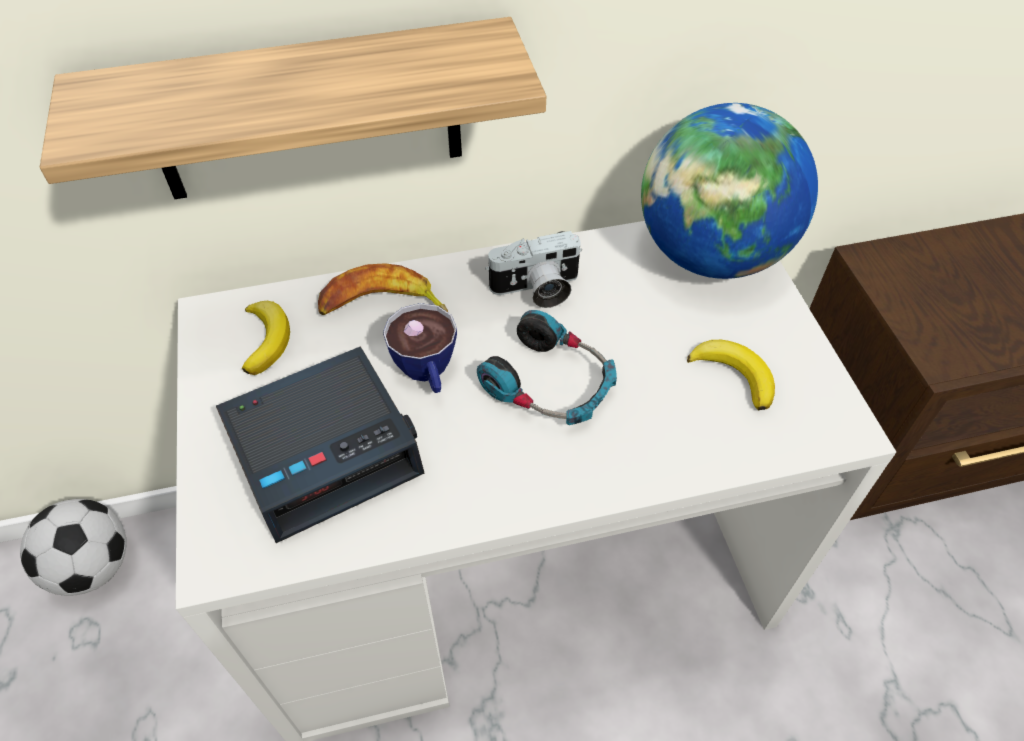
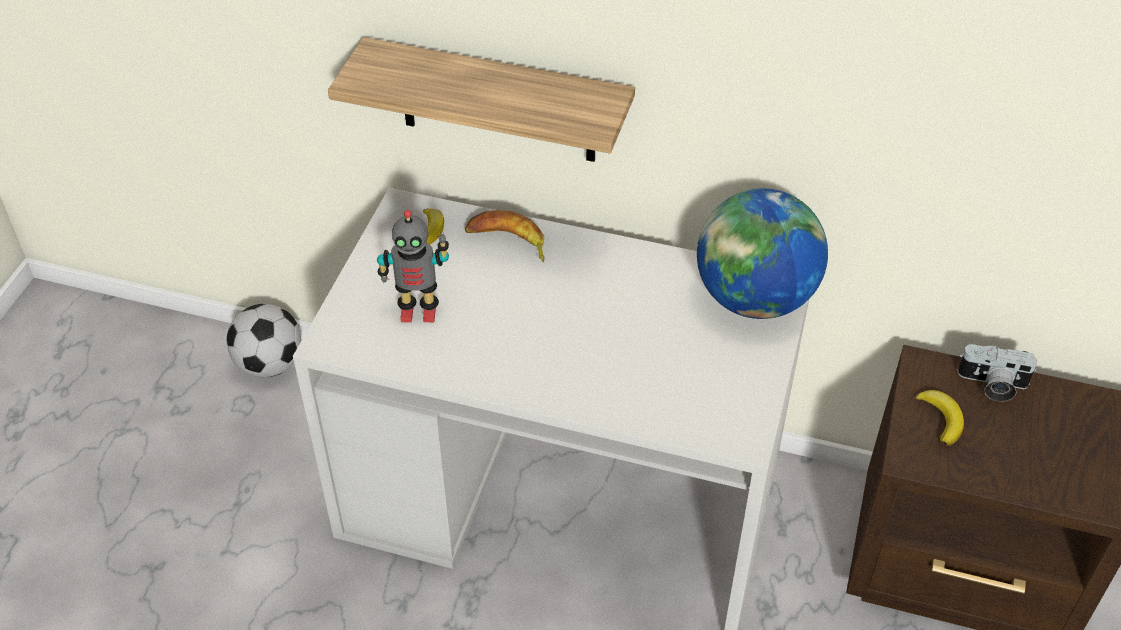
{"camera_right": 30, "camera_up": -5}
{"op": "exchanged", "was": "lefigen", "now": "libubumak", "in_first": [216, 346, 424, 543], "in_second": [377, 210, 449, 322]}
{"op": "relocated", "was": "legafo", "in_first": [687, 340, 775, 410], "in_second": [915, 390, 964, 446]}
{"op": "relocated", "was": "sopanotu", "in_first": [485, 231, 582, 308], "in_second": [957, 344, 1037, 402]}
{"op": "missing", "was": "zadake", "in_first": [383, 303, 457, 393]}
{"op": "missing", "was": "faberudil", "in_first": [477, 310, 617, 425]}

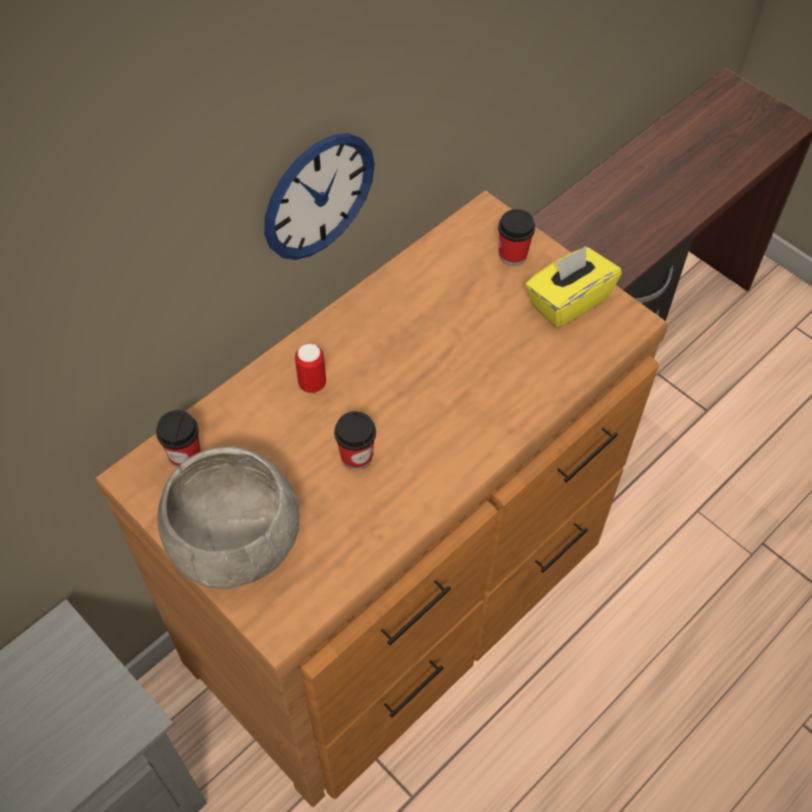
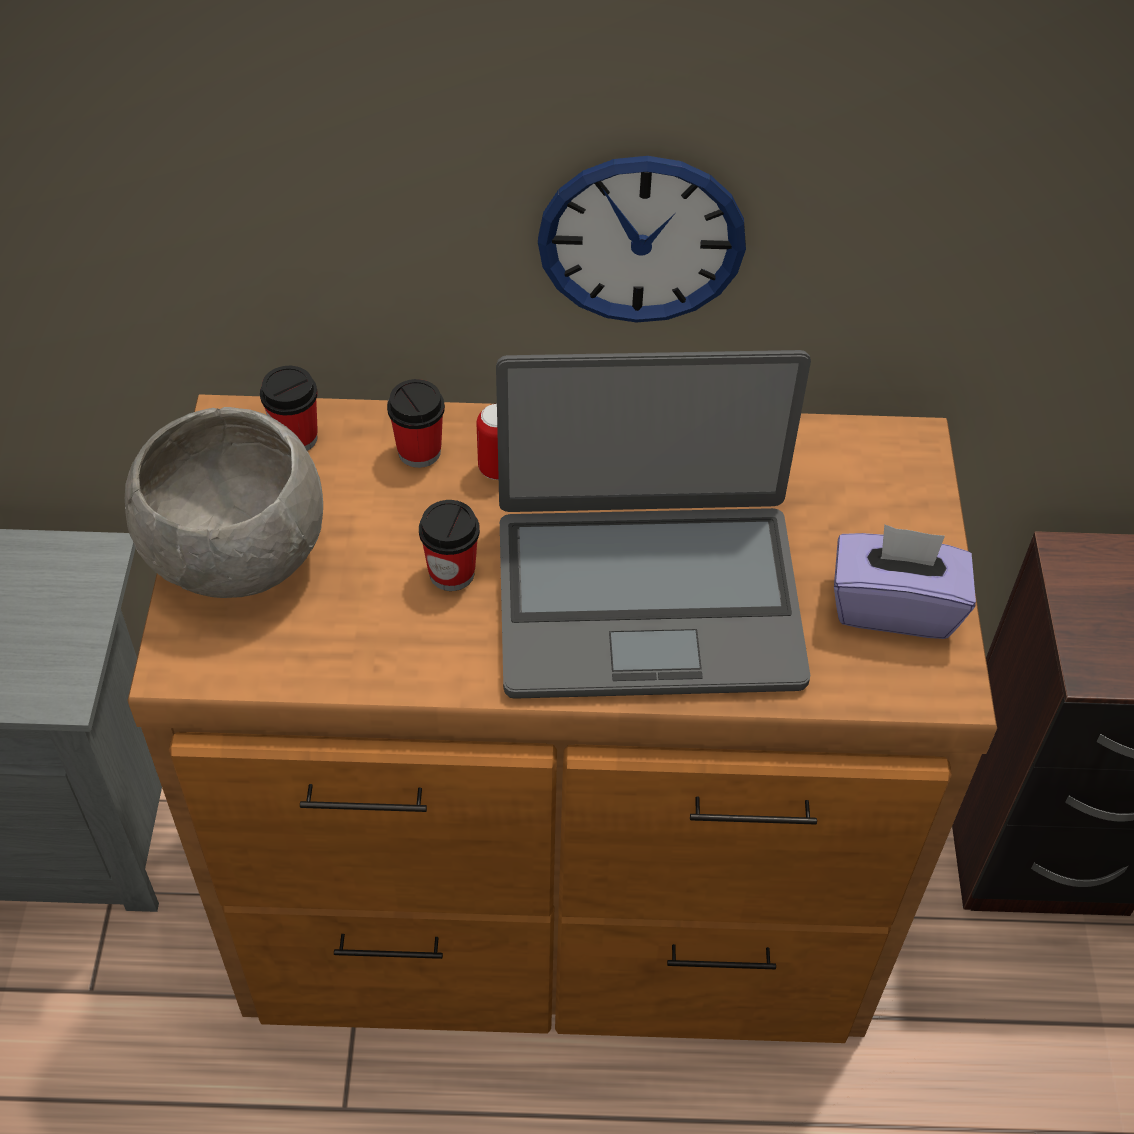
{"camera_right": 45, "camera_up": -5}
{"op": "relocated", "was": "zadake", "in_first": [498, 209, 535, 266], "in_second": [387, 379, 445, 468]}
{"op": "appeared", "now": "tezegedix", "in_second": [496, 350, 811, 699]}
{"op": "colour", "was": "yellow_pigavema", "now": "purple_pigavema", "in_first": [525, 246, 622, 328], "in_second": [834, 524, 976, 639]}

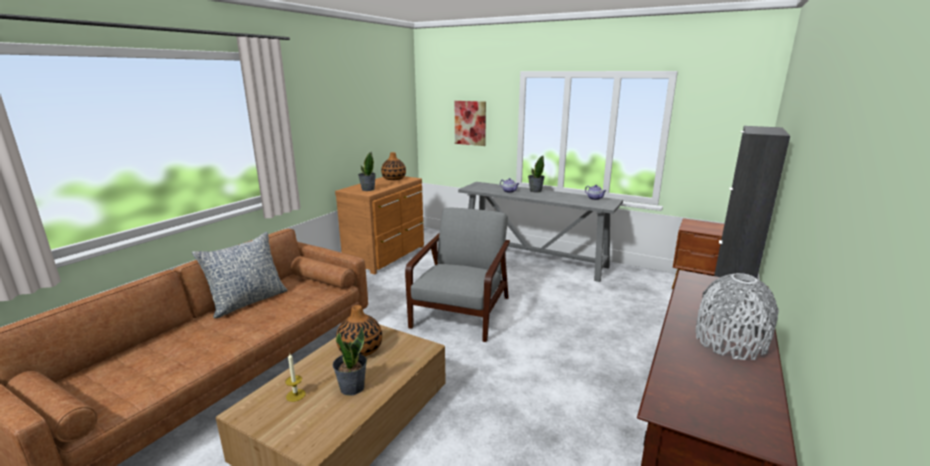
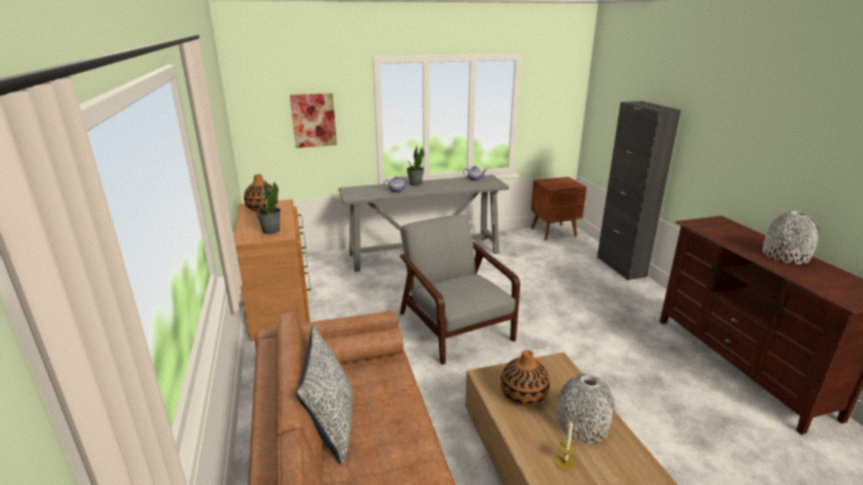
{"camera_right": -45, "camera_up": 5}
{"op": "exchanged", "was": "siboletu", "now": "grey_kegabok", "in_first": [333, 326, 367, 396], "in_second": [557, 374, 615, 443]}

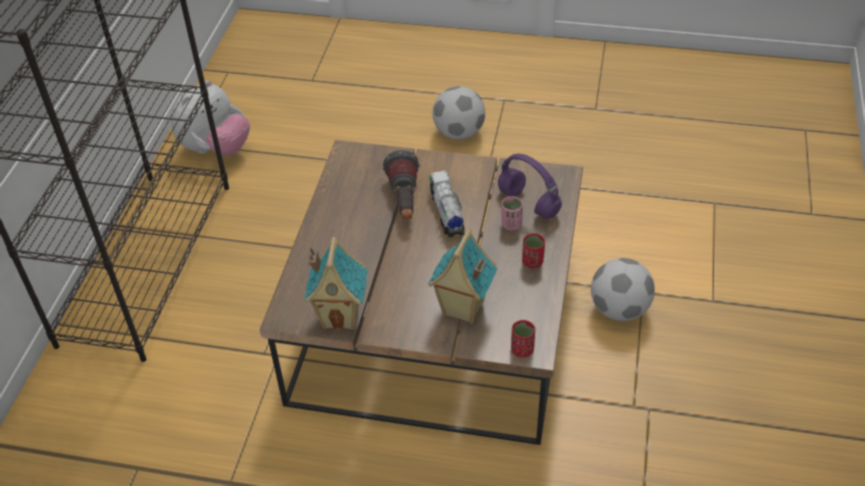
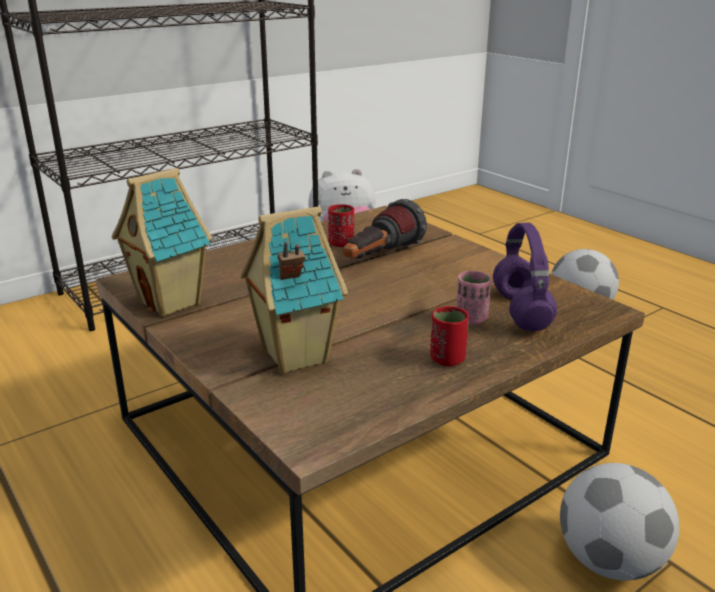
{"camera_right": 40, "camera_up": -20}
{"op": "relocated", "was": "red_zadake", "in_first": [511, 320, 535, 357], "in_second": [328, 204, 354, 247]}
{"op": "missing", "was": "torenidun", "in_first": [429, 171, 465, 237]}

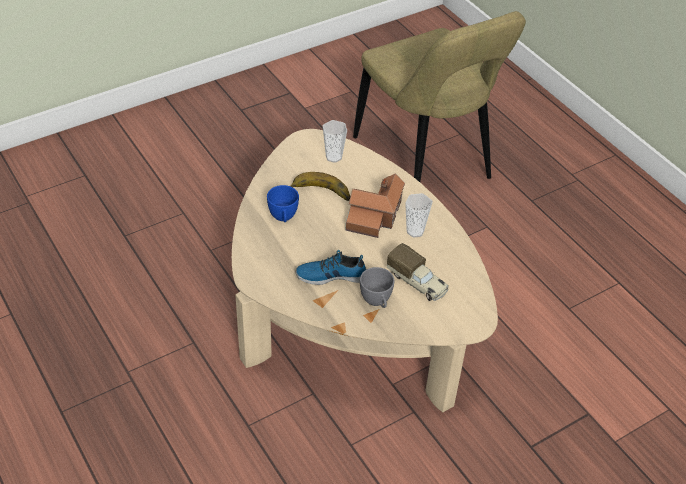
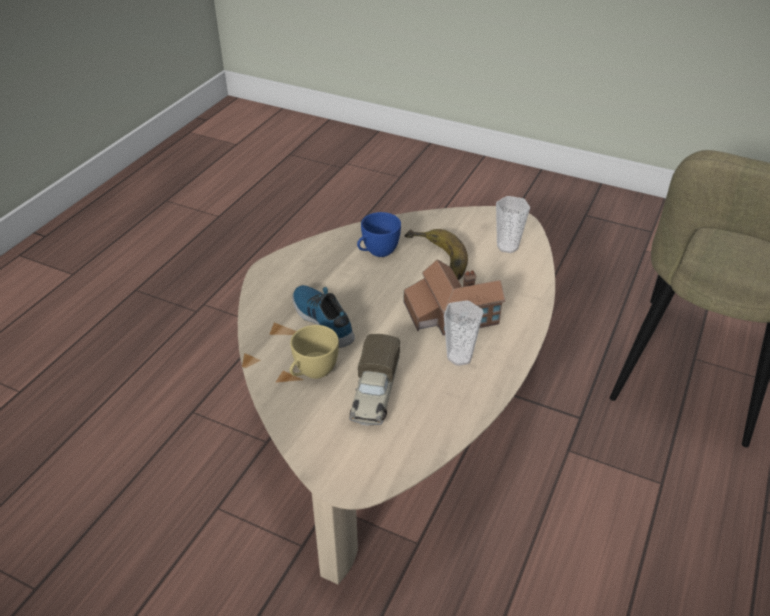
{"camera_right": 60, "camera_up": -5}
{"op": "colour", "was": "grey_zadake", "now": "yellow_zadake", "in_first": [360, 267, 395, 308], "in_second": [290, 325, 339, 379]}

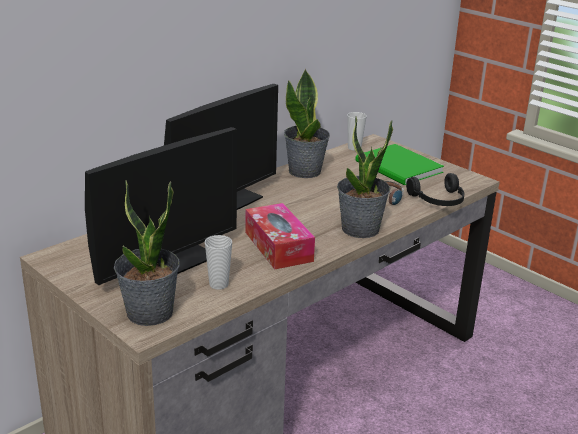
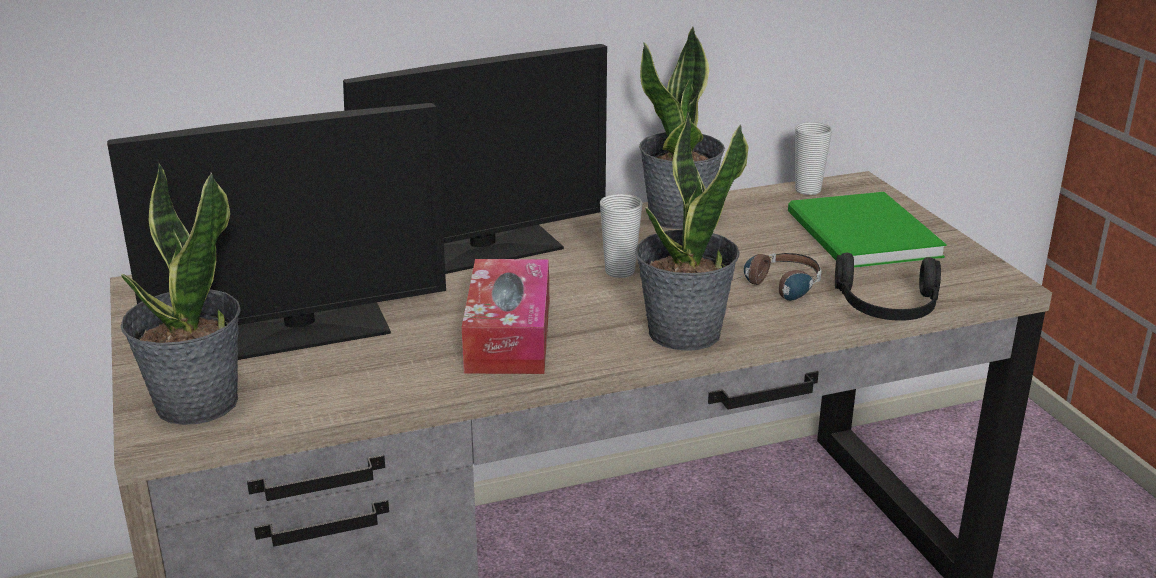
{"camera_right": 25, "camera_up": 0}
{"op": "relocated", "was": "zadake", "in_first": [205, 235, 232, 290], "in_second": [600, 194, 643, 278]}

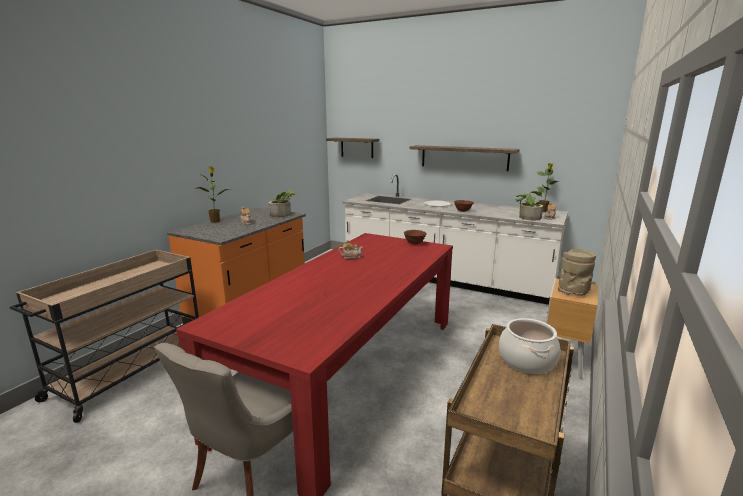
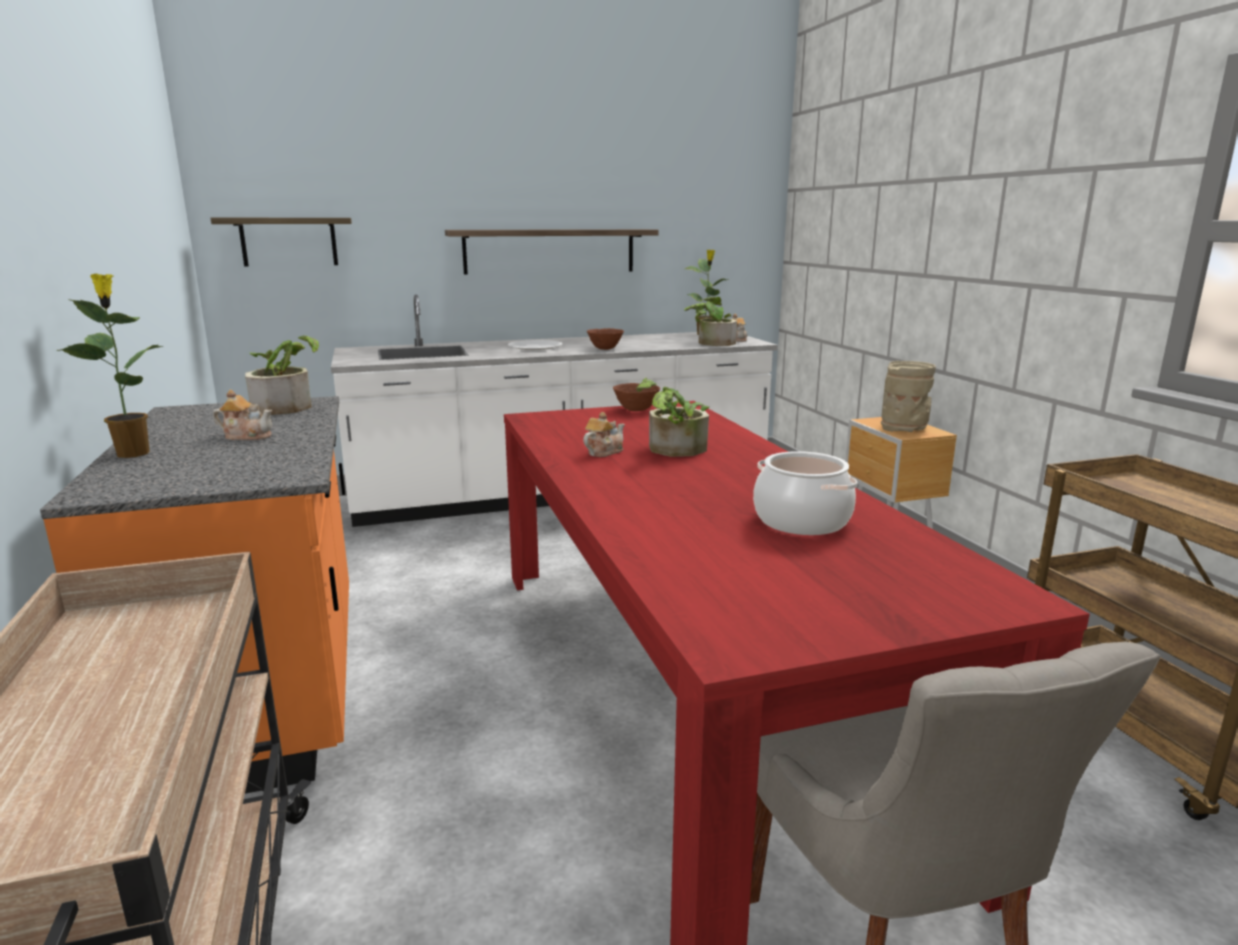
{"camera_right": -45, "camera_up": 0}
{"op": "appeared", "now": "siboletu", "in_second": [636, 378, 709, 457]}
{"op": "relocated", "was": "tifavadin", "in_first": [499, 318, 560, 374], "in_second": [753, 451, 858, 535]}

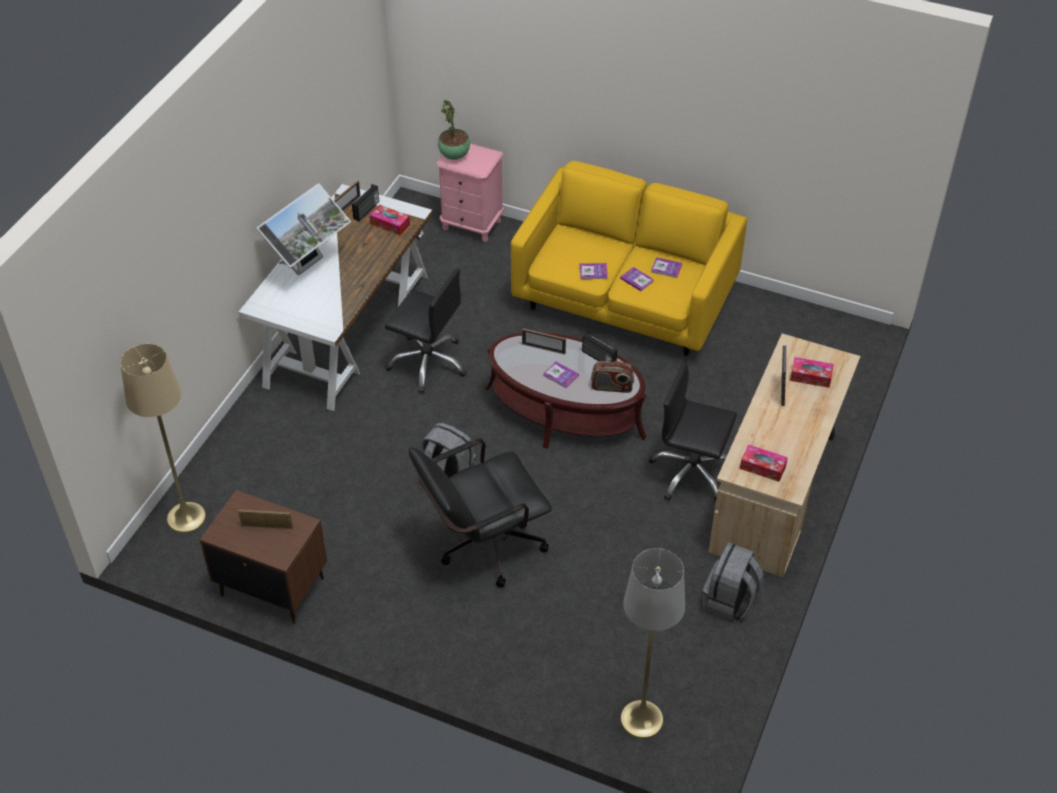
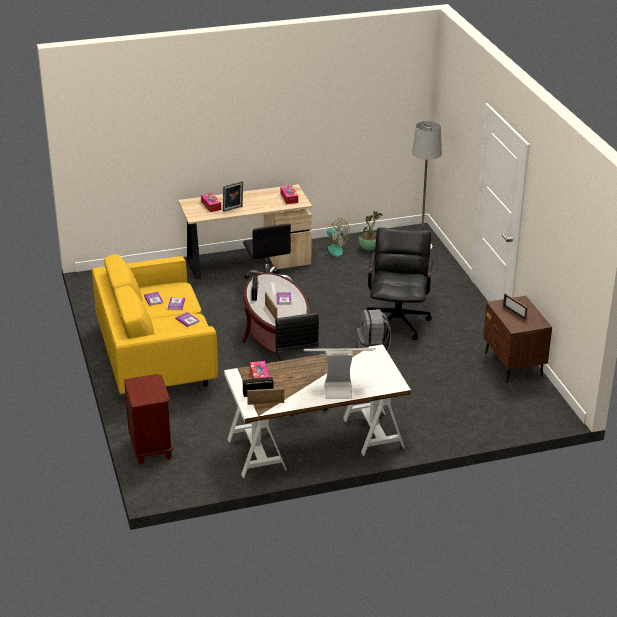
{"camera_right": -130, "camera_up": -15}
{"op": "colour", "was": "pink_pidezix", "now": "brown_pidezix", "in_first": [436, 144, 504, 242], "in_second": [124, 374, 173, 464]}
{"op": "exchanged", "was": "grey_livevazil", "now": "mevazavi", "in_first": [702, 543, 764, 621], "in_second": [315, 218, 350, 257]}
{"op": "relocated", "was": "siboletu", "in_first": [438, 100, 470, 160], "in_second": [359, 211, 382, 251]}
{"op": "spun", "was": "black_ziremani", "in_first": [409, 439, 552, 587], "in_second": [367, 227, 433, 340], "clockwise": -105}
{"op": "missing", "was": "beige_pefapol", "in_first": [120, 343, 206, 533]}
{"op": "missing", "was": "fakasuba", "in_first": [591, 361, 634, 393]}

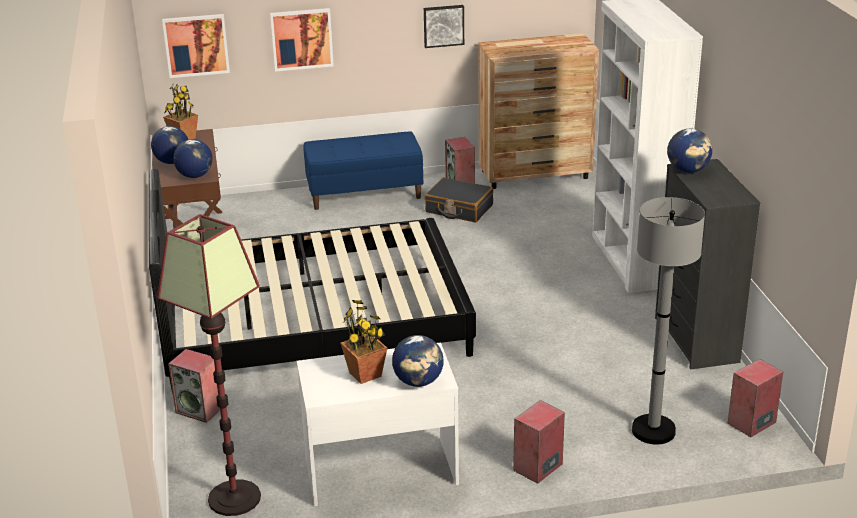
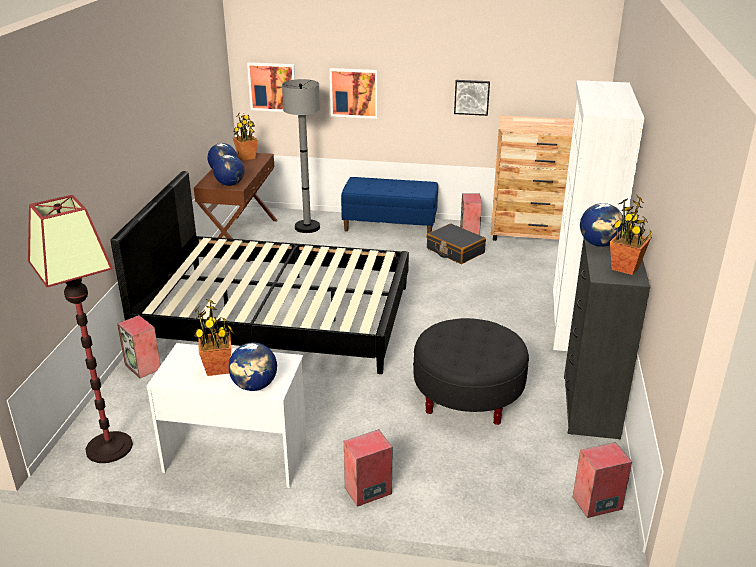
{"camera_right": 20, "camera_up": 0}
{"op": "relocated", "was": "grey_pefapol", "in_first": [632, 197, 705, 444], "in_second": [282, 79, 320, 233]}
{"op": "appeared", "now": "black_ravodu", "in_second": [413, 318, 529, 425]}
{"op": "appeared", "now": "siboletu", "in_second": [610, 196, 652, 275]}

